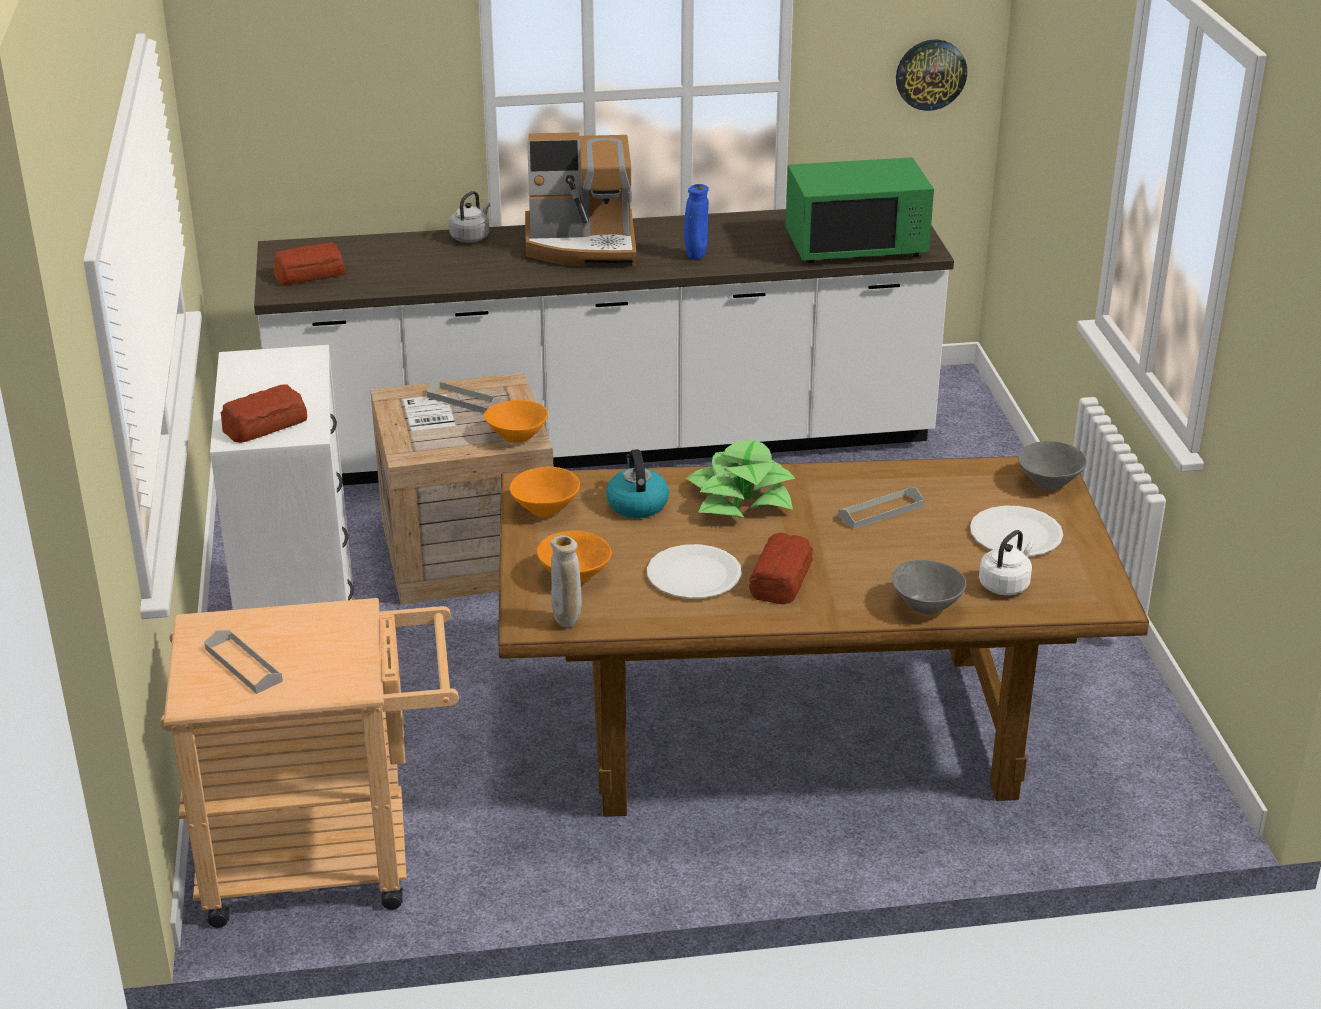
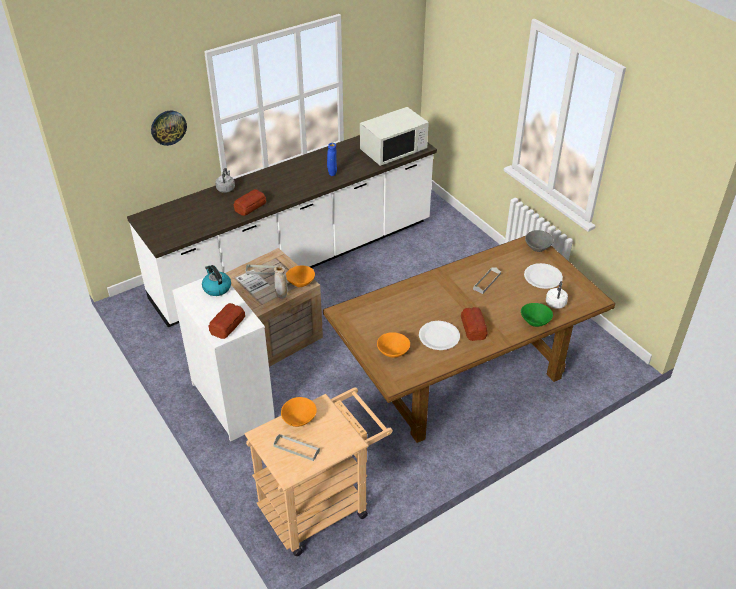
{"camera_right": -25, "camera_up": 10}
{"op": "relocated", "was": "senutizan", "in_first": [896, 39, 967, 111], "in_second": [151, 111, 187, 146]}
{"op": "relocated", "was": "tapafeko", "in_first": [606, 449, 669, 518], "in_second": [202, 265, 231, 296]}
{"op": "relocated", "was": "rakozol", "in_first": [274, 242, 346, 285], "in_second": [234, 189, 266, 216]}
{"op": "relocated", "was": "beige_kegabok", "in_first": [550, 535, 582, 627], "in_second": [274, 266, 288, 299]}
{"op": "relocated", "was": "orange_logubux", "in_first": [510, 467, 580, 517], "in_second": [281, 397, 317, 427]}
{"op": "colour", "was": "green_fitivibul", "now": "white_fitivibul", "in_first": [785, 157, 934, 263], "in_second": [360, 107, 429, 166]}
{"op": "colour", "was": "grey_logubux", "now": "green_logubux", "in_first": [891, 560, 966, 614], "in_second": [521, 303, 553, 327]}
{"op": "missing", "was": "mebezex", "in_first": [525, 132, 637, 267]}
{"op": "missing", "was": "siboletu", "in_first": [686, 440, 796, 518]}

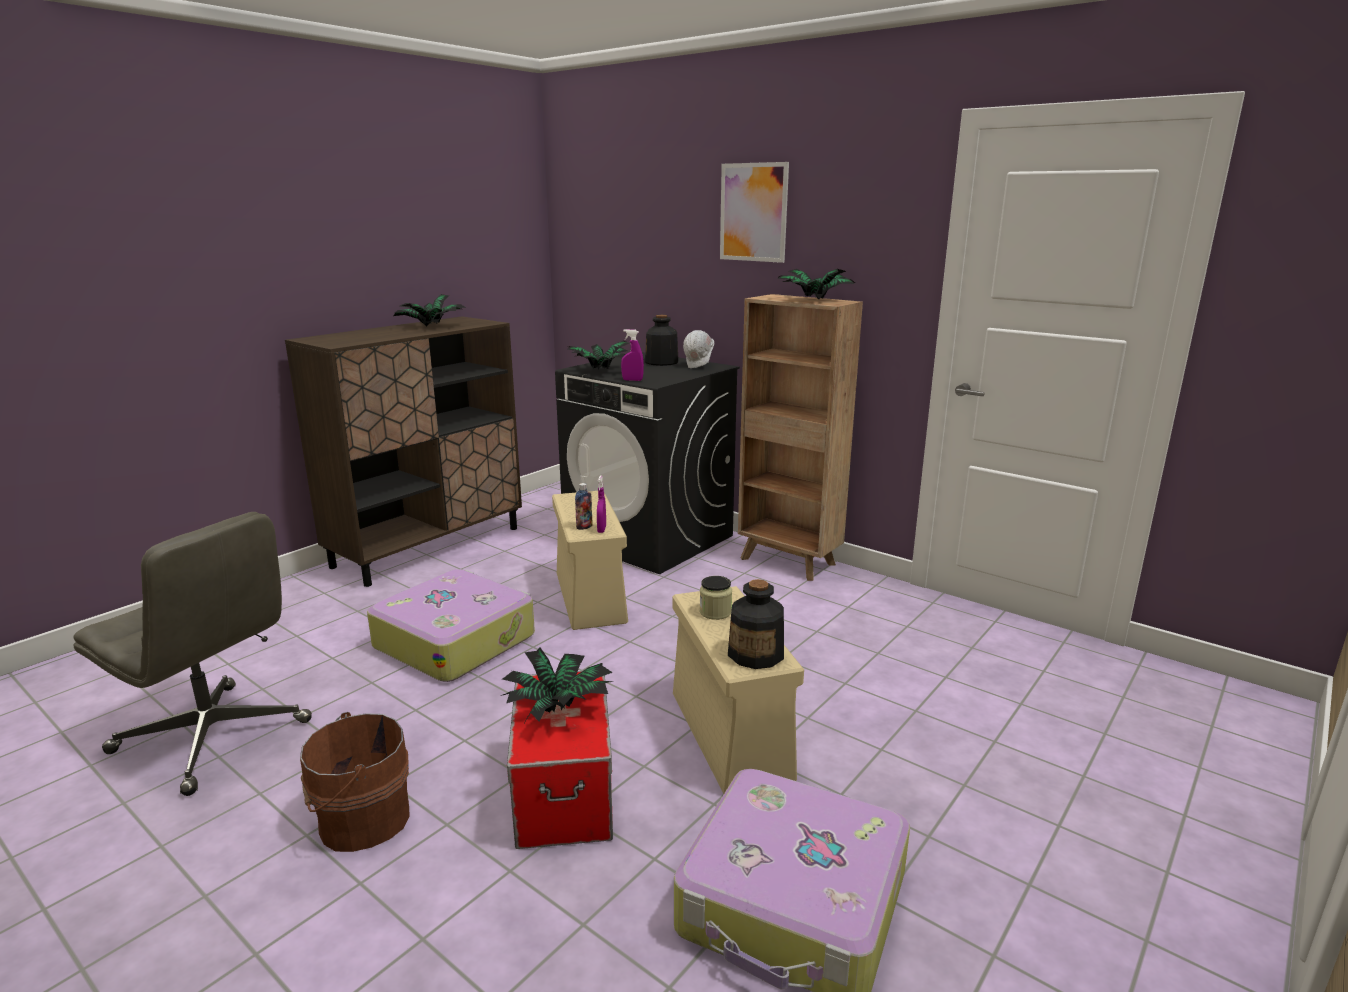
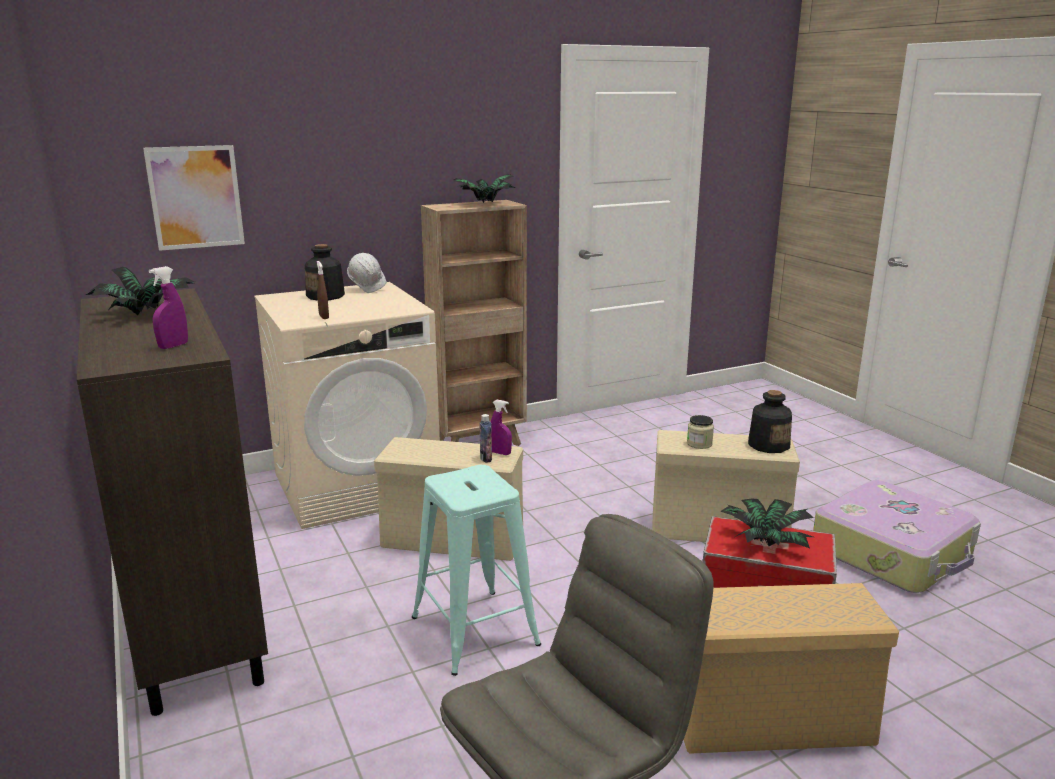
{"camera_right": -65, "camera_up": 0}
{"op": "relocated", "was": "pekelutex", "in_first": [720, 162, 789, 263], "in_second": [143, 145, 245, 251]}
{"op": "relocated", "was": "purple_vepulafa", "in_first": [621, 329, 644, 381], "in_second": [149, 266, 188, 349]}
{"op": "colour", "was": "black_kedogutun", "now": "beige_kedogutun", "in_first": [555, 352, 740, 574], "in_second": [254, 282, 440, 529]}
{"op": "exchanged", "was": "siboletu", "now": "brown_vepulafa", "in_first": [568, 341, 629, 370], "in_second": [317, 261, 329, 319]}
{"op": "exchanged", "was": "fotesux", "now": "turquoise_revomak", "in_first": [367, 569, 535, 682], "in_second": [412, 465, 541, 676]}
{"op": "exchanged", "was": "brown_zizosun", "now": "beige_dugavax", "in_first": [300, 712, 410, 852], "in_second": [684, 583, 899, 754]}

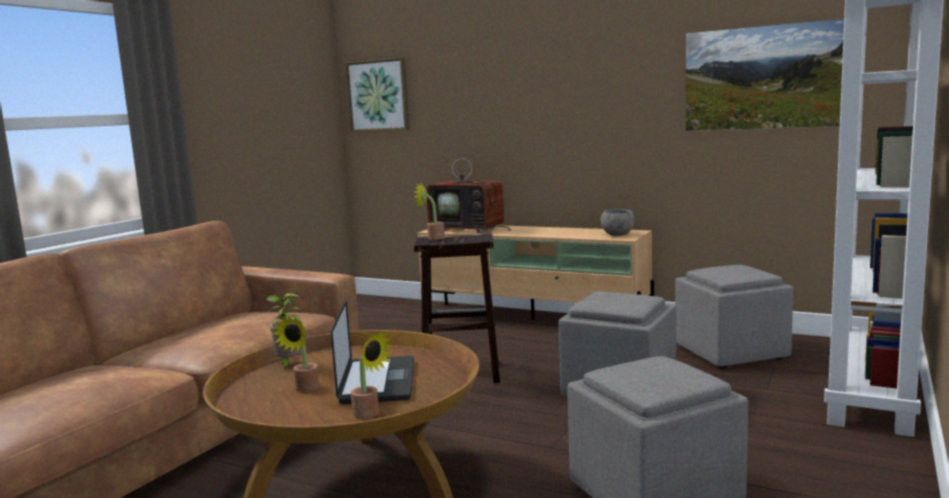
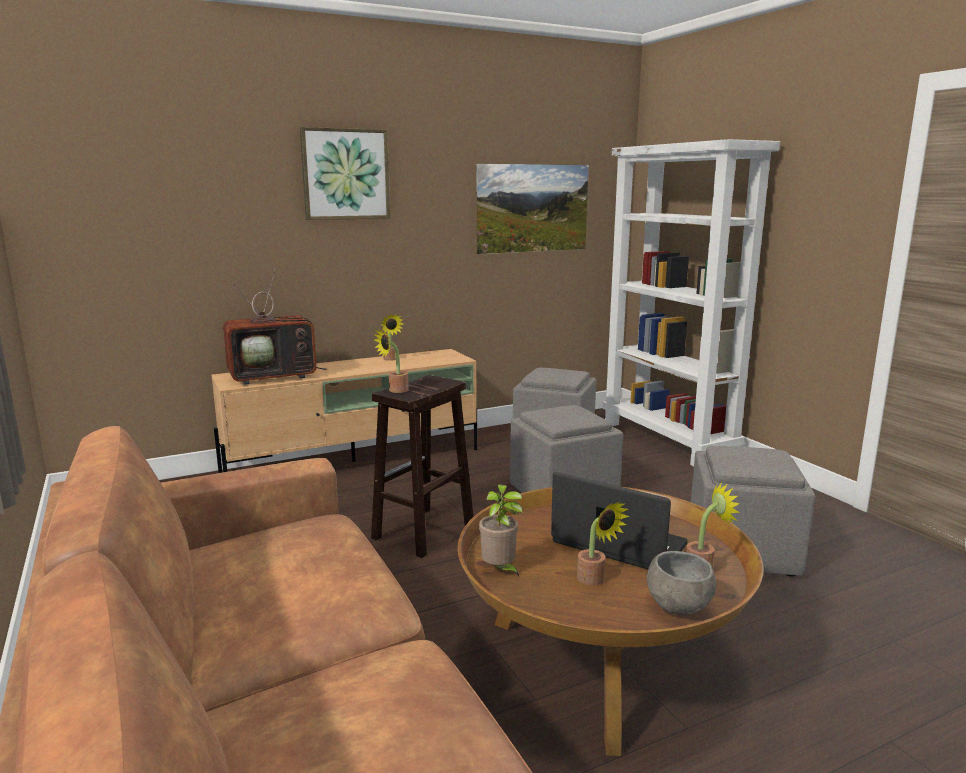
{"camera_right": -55, "camera_up": 5}
{"op": "relocated", "was": "pekelutex", "in_first": [345, 58, 409, 132], "in_second": [300, 127, 390, 220]}
{"op": "appeared", "now": "siboletu", "in_second": [381, 314, 403, 361]}
{"op": "relocated", "was": "grey_logubux", "in_first": [601, 209, 634, 236], "in_second": [647, 551, 716, 615]}

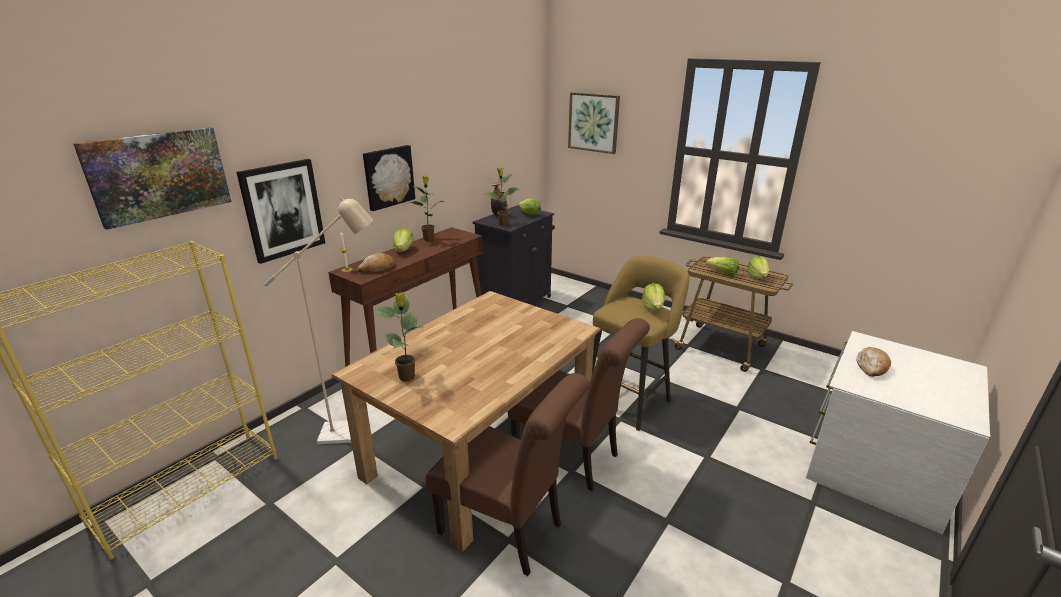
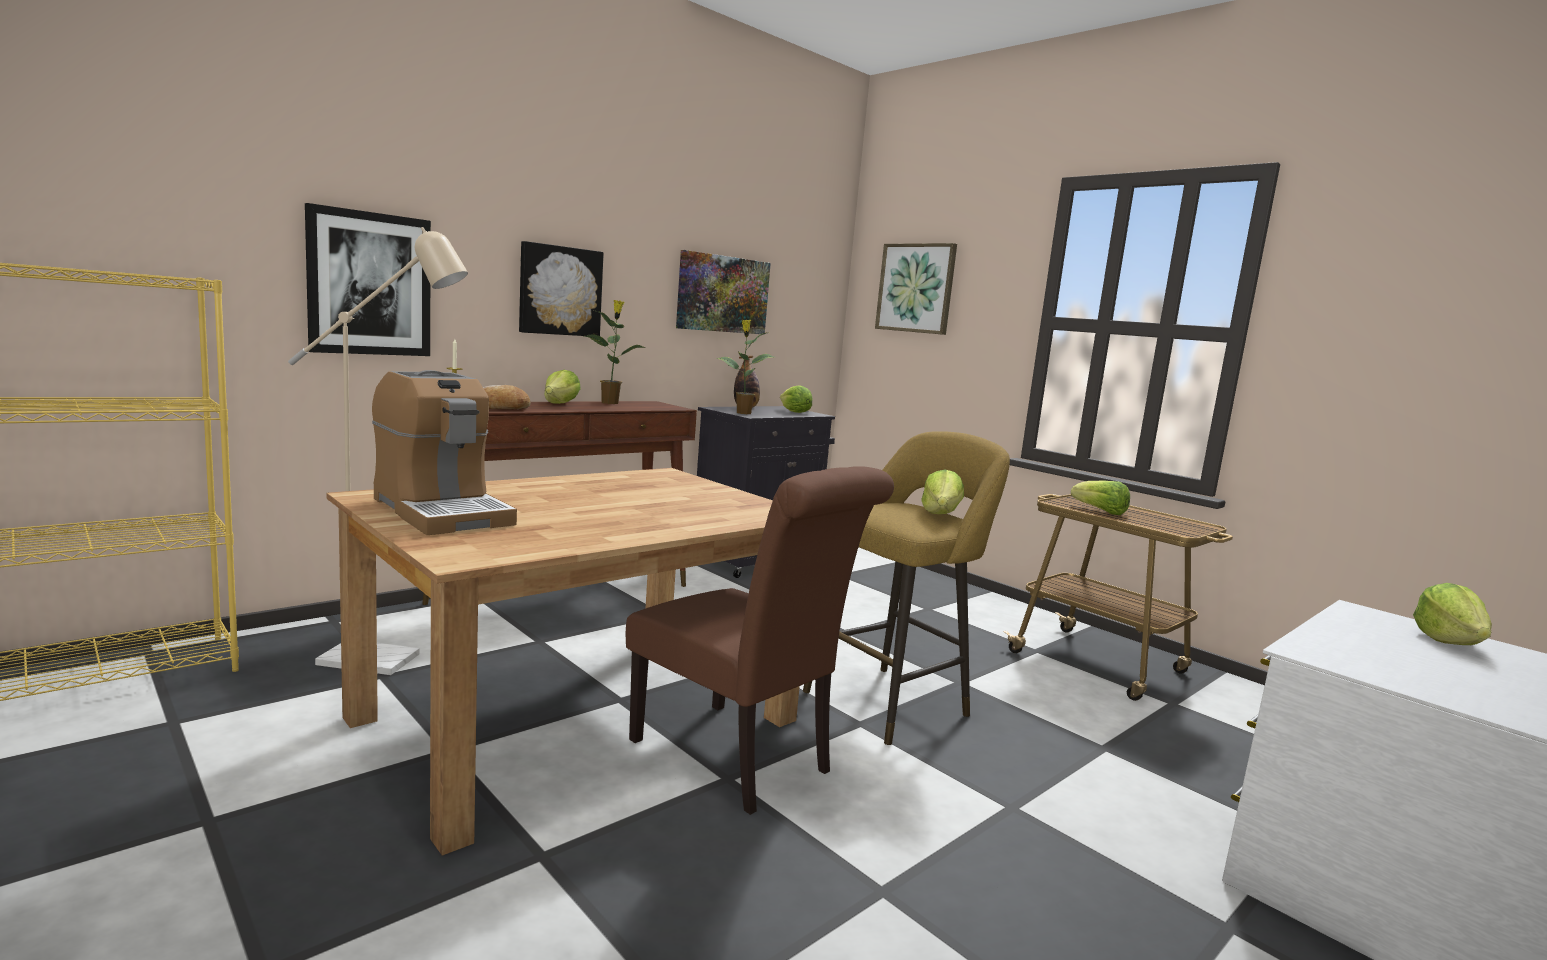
{"camera_right": 10, "camera_up": -15}
{"op": "exchanged", "was": "siboletu", "now": "mebezex", "in_first": [375, 292, 425, 382], "in_second": [372, 370, 517, 535]}
{"op": "relocated", "was": "pekelutex", "in_first": [73, 127, 231, 230], "in_second": [676, 250, 771, 335]}
{"op": "relocated", "was": "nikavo", "in_first": [747, 256, 769, 279], "in_second": [1413, 583, 1492, 645]}
{"op": "missing", "was": "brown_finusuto", "in_first": [426, 373, 589, 576]}
{"op": "missing", "was": "rakozol", "in_first": [856, 347, 891, 377]}

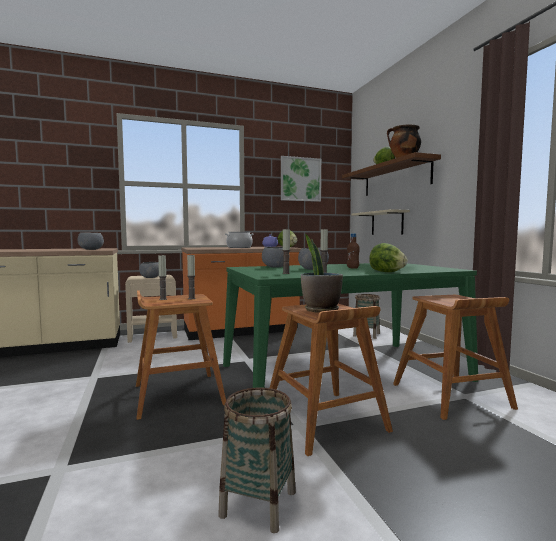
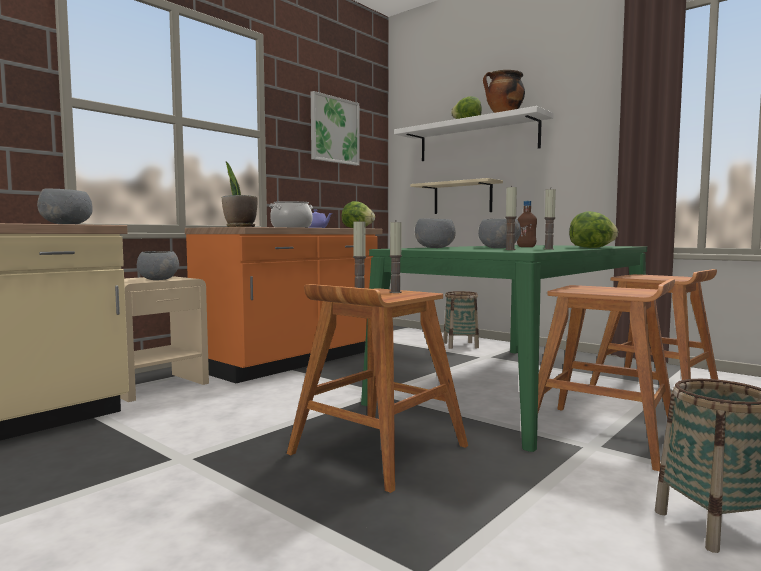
{"camera_right": -30, "camera_up": 0}
{"op": "relocated", "was": "siboletu", "in_first": [301, 234, 343, 313], "in_second": [222, 162, 257, 227]}
{"op": "colour", "was": "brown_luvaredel", "now": "white_luvaredel", "in_first": [342, 152, 441, 196], "in_second": [394, 106, 554, 161]}

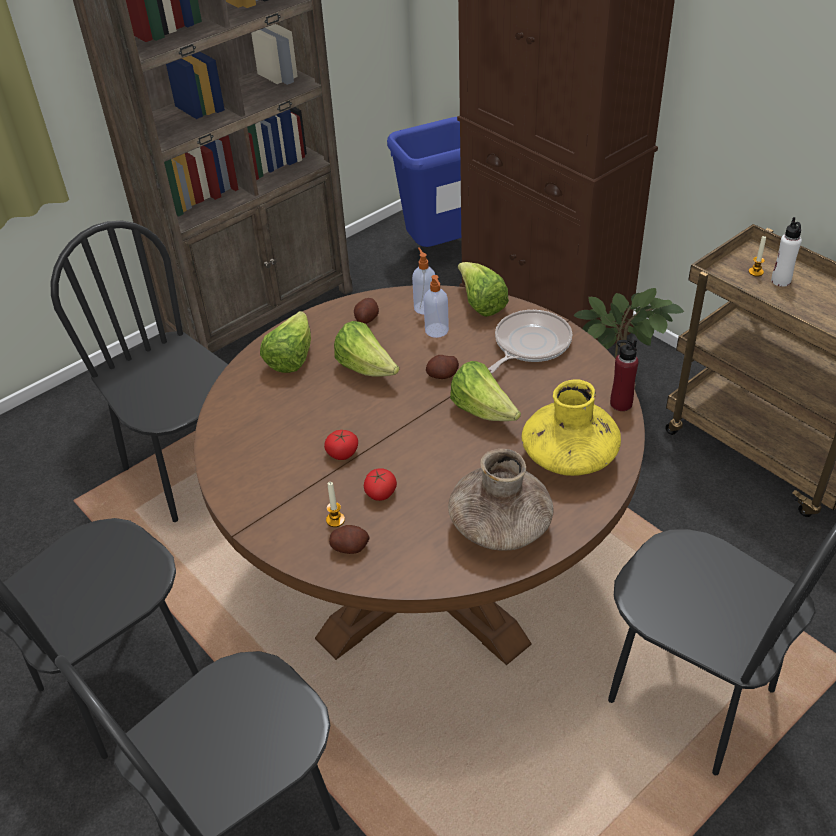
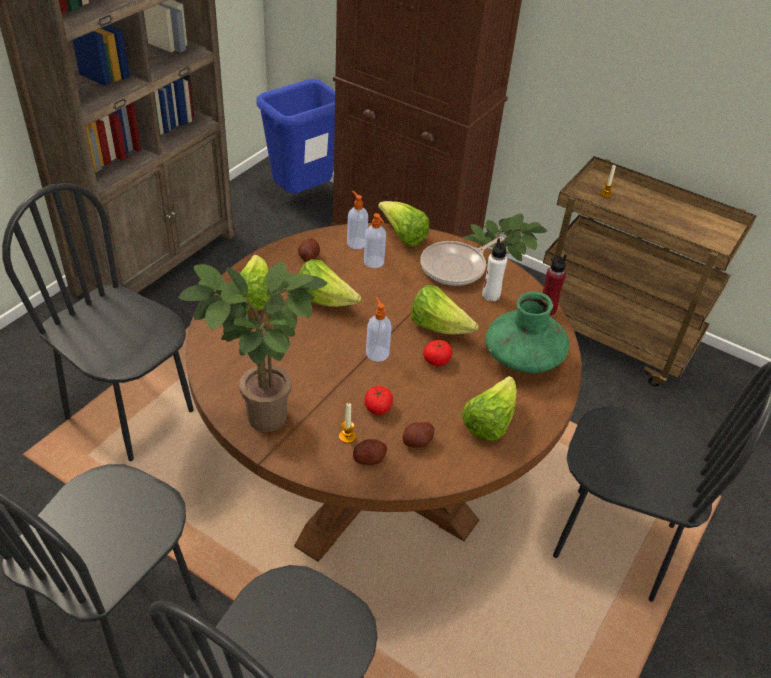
{"camera_right": -20, "camera_up": 0}
{"op": "appeared", "now": "siboletu", "in_second": [178, 262, 328, 432]}
{"op": "appeared", "now": "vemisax", "in_second": [366, 297, 392, 362]}
{"op": "relocated", "was": "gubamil", "in_first": [426, 355, 459, 379], "in_second": [403, 422, 434, 448]}
{"op": "spun", "was": "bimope", "in_first": [488, 310, 572, 373], "in_second": [420, 237, 504, 286], "clockwise": -150}
{"op": "relocated", "was": "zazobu", "in_first": [324, 430, 358, 460], "in_second": [423, 340, 452, 366]}
{"op": "exchanged", "was": "brown_kegabok", "now": "nikavo", "in_first": [448, 449, 554, 551], "in_second": [461, 376, 516, 441]}
{"op": "relocated", "was": "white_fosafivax", "in_first": [771, 217, 802, 287], "in_second": [482, 238, 507, 301]}
{"op": "colour", "was": "yellow_kegabok", "now": "green_kegabok", "in_first": [522, 379, 621, 476], "in_second": [485, 292, 569, 373]}

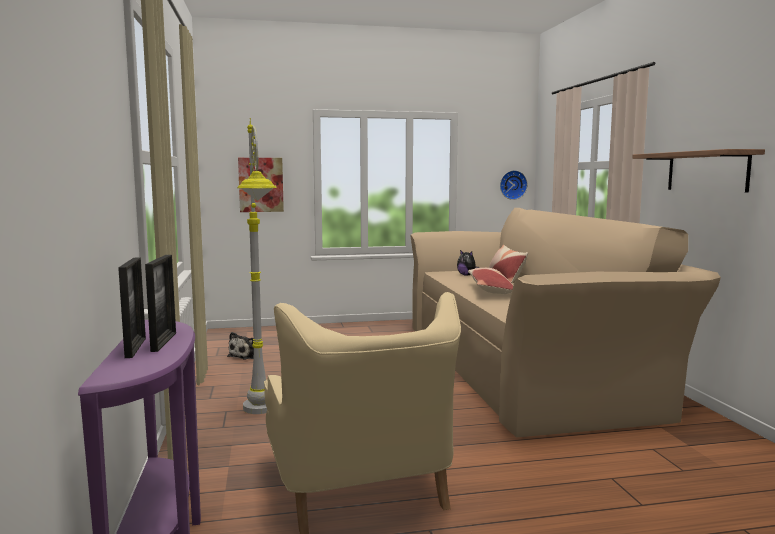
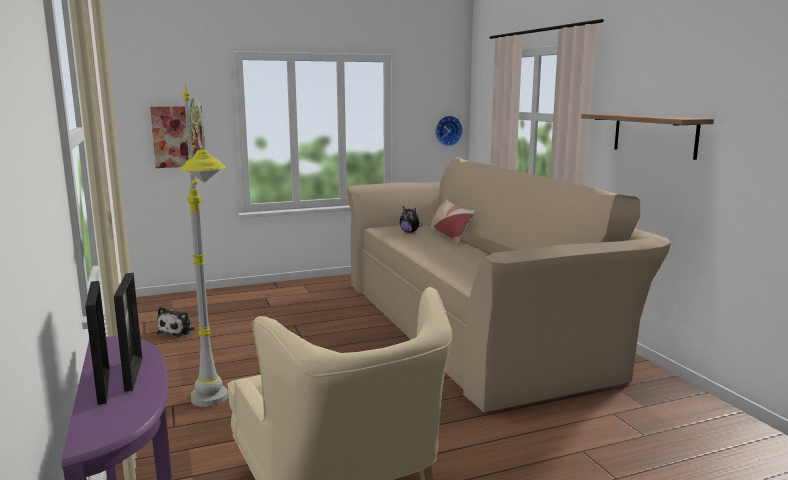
{"camera_right": -10, "camera_up": 5}
{"op": "missing", "was": "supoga", "in_first": [468, 268, 513, 294]}

